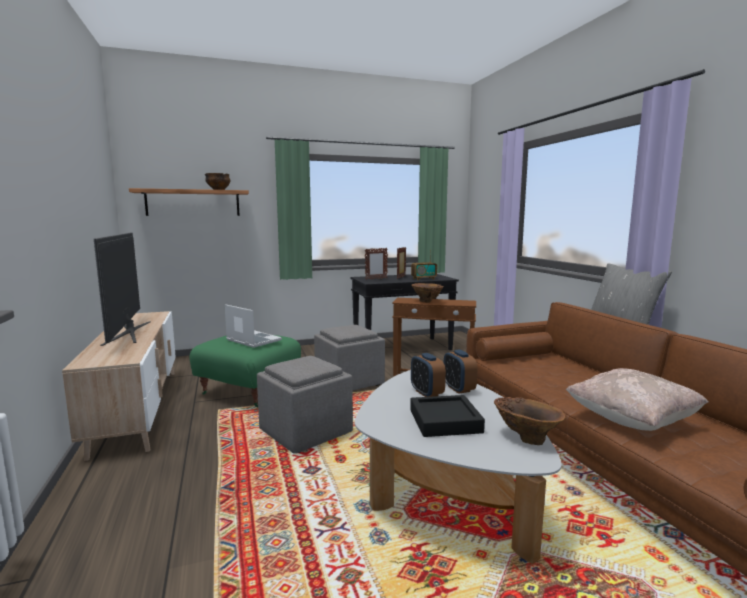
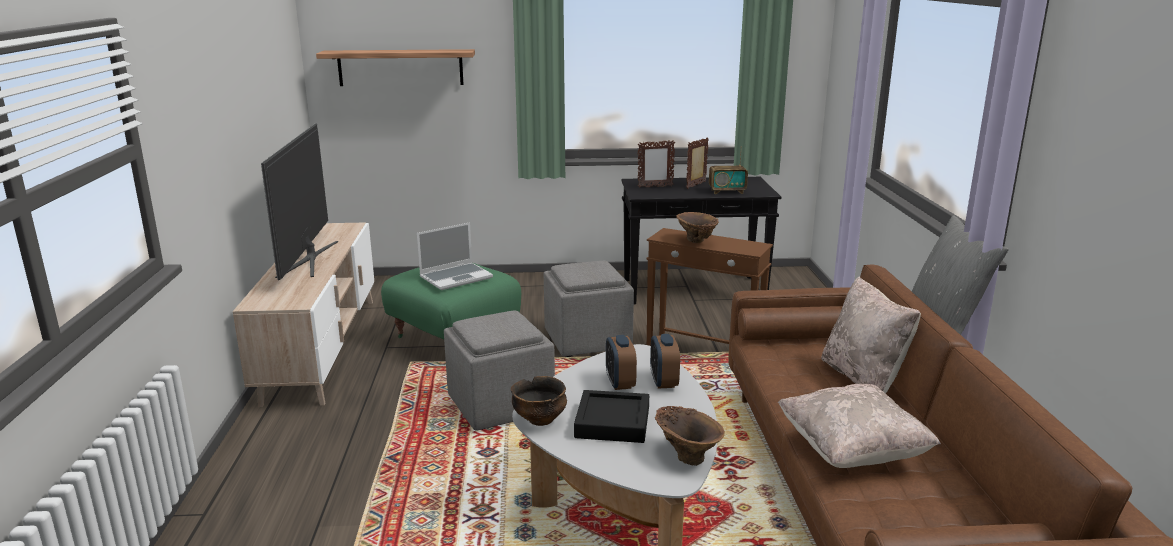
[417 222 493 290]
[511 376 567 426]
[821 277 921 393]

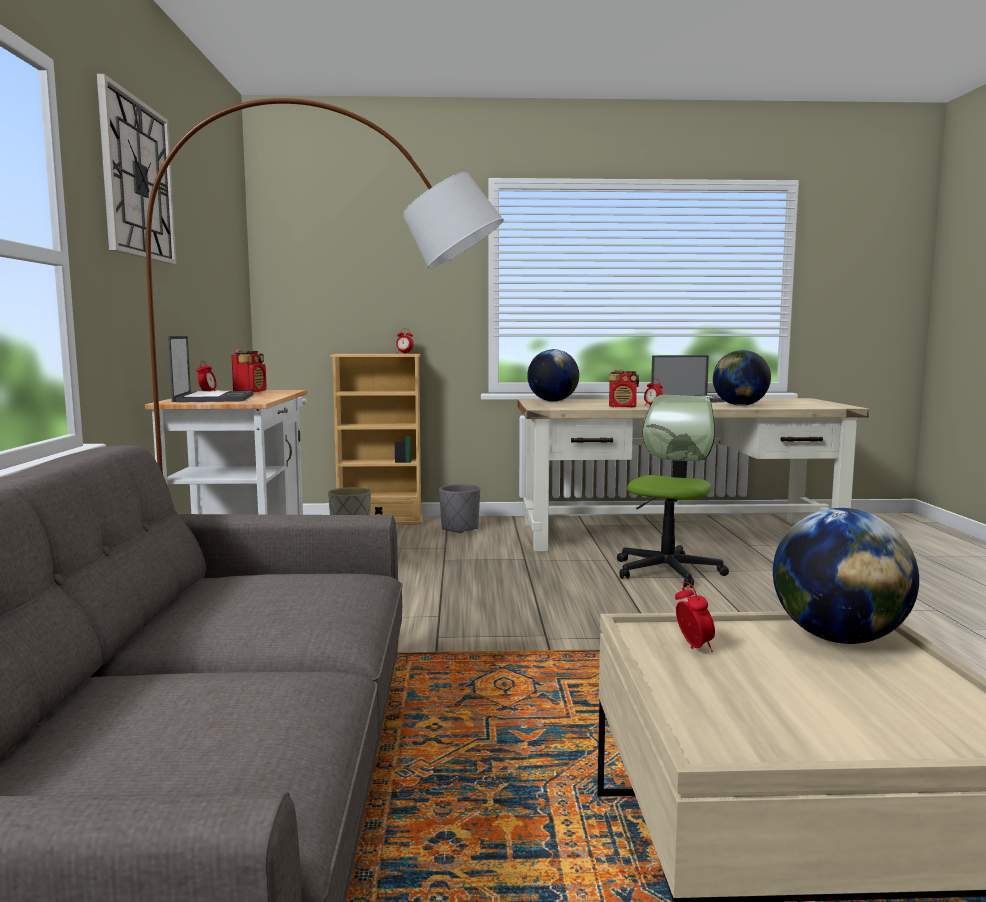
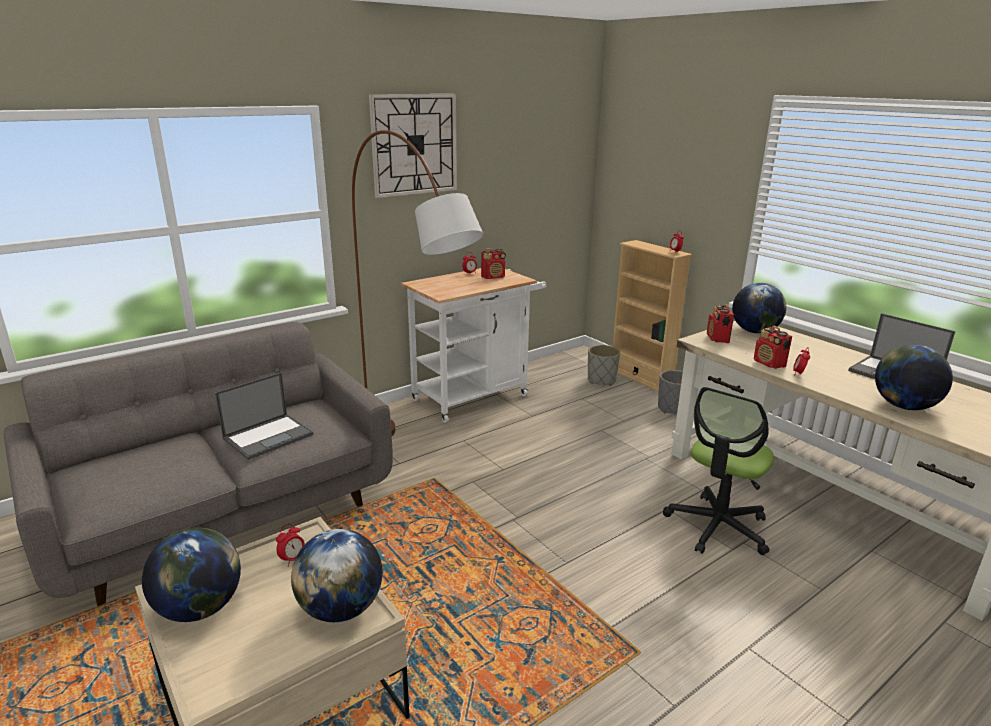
[142 528 241 622]
[215 373 313 460]
[663 387 774 555]
[707 304 734 343]

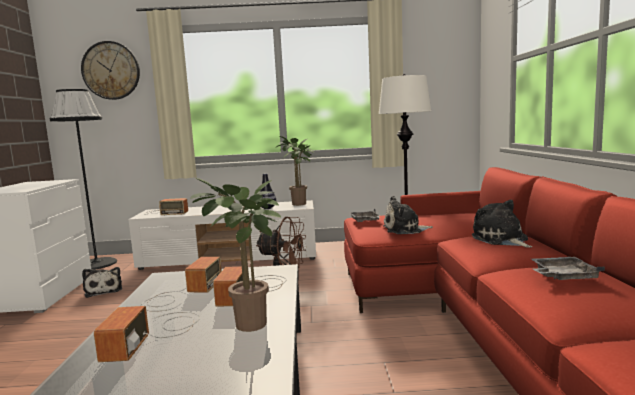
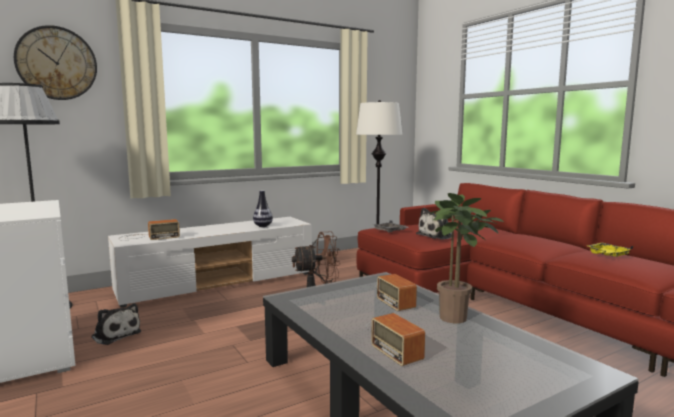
[587 243 633 257]
[141 257 222 312] (first image)
[277 136 315 206] (first image)
[472 200 532 248] (first image)

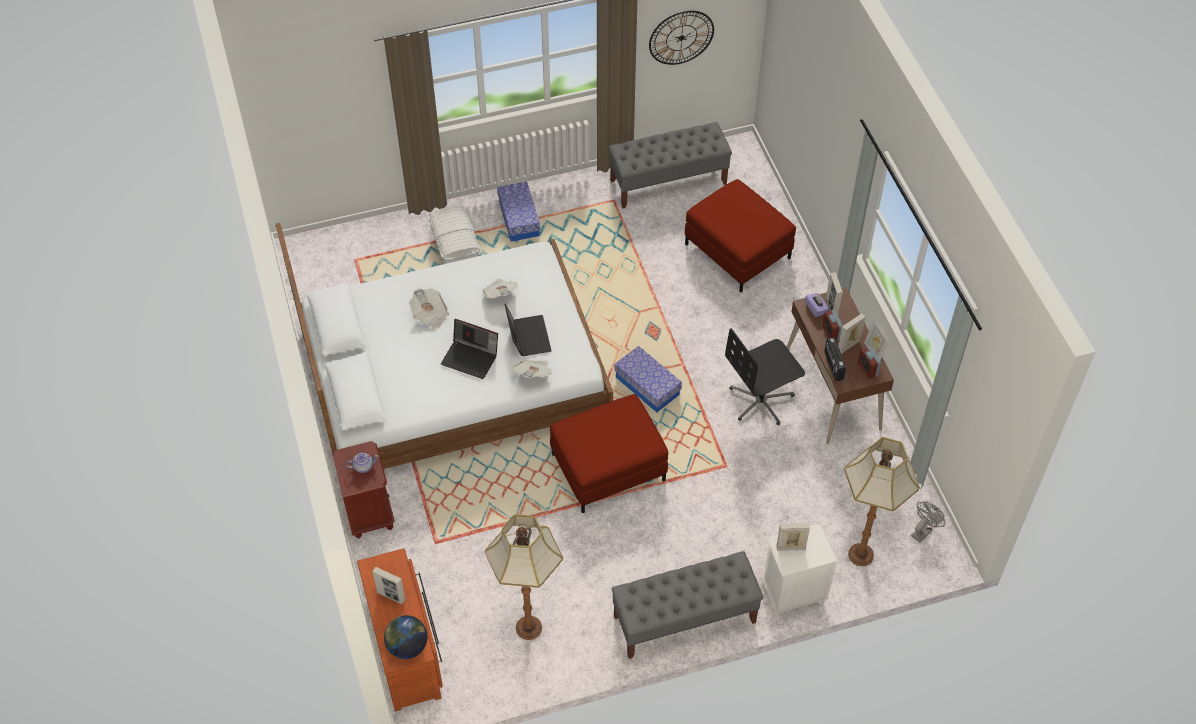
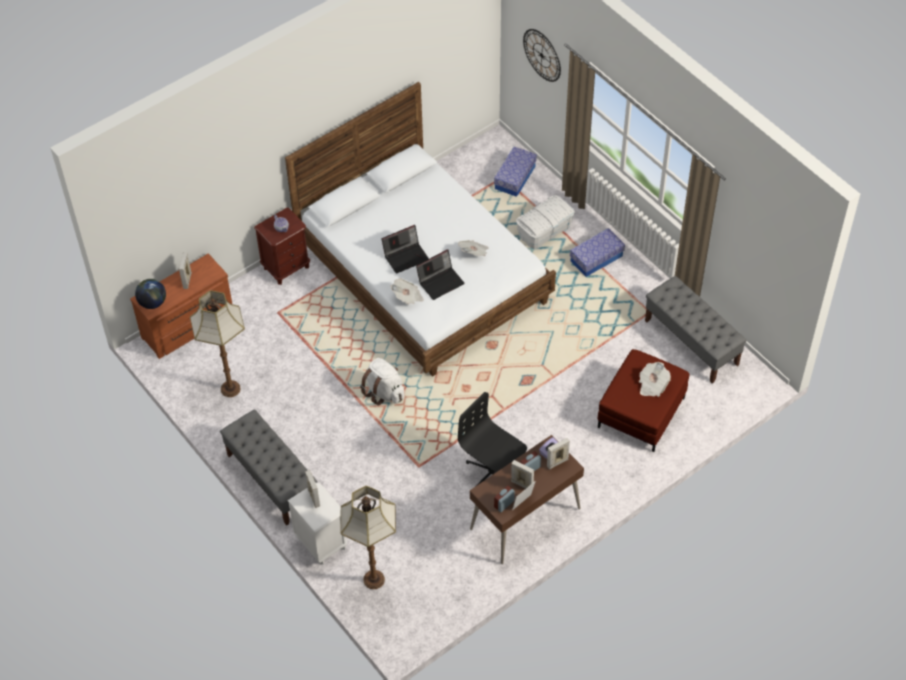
[360 358 405 406]
[382 225 429 273]
[494 147 537 197]
[523 29 561 82]
[639 362 671 397]
[824 337 846 381] (first image)
[911 502 945 543] (first image)

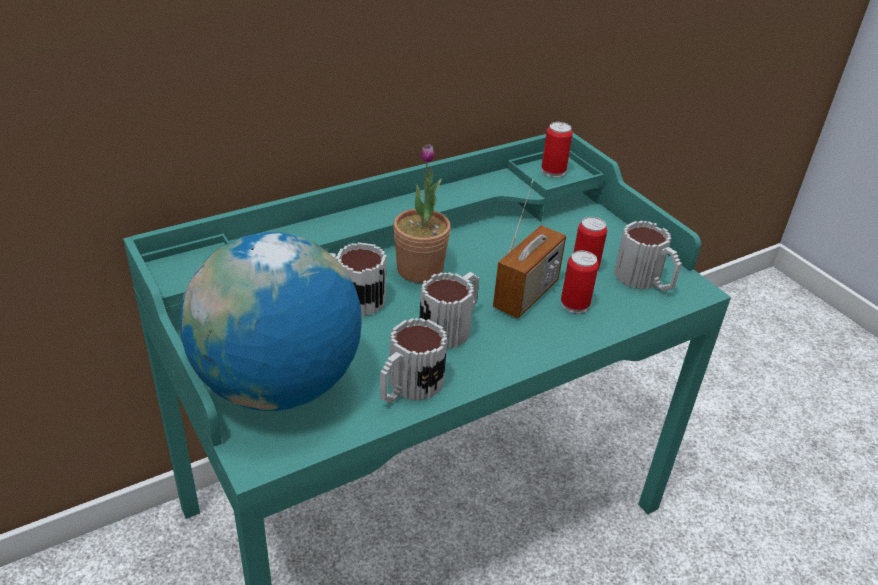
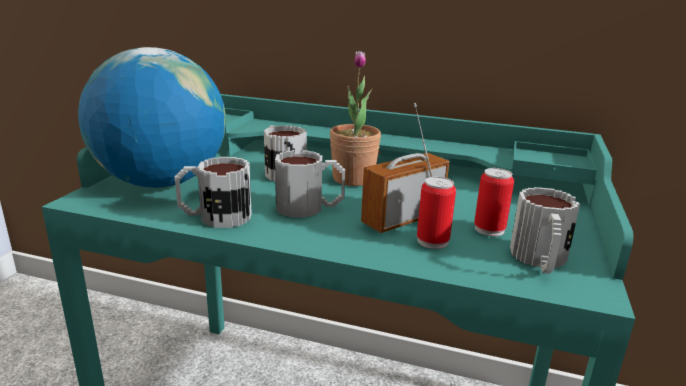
[361 103 449 233]
[541 122 573 178] (first image)

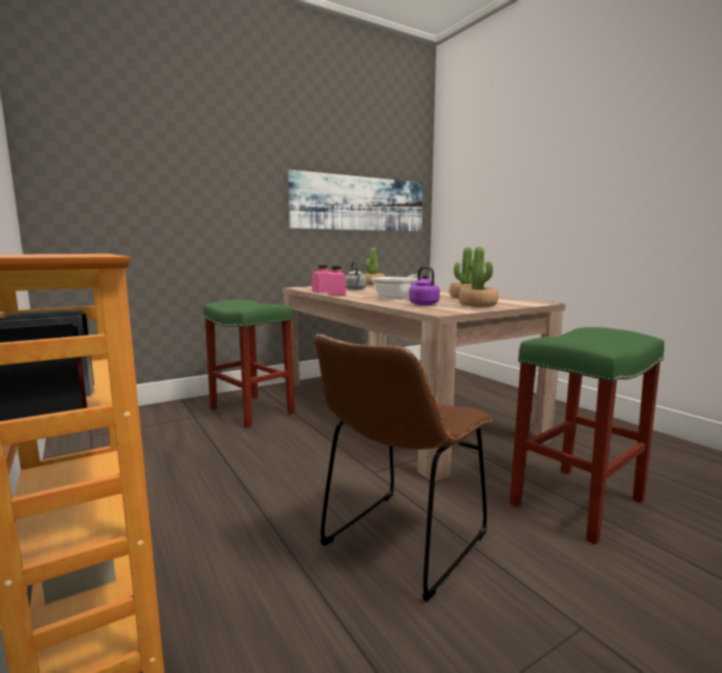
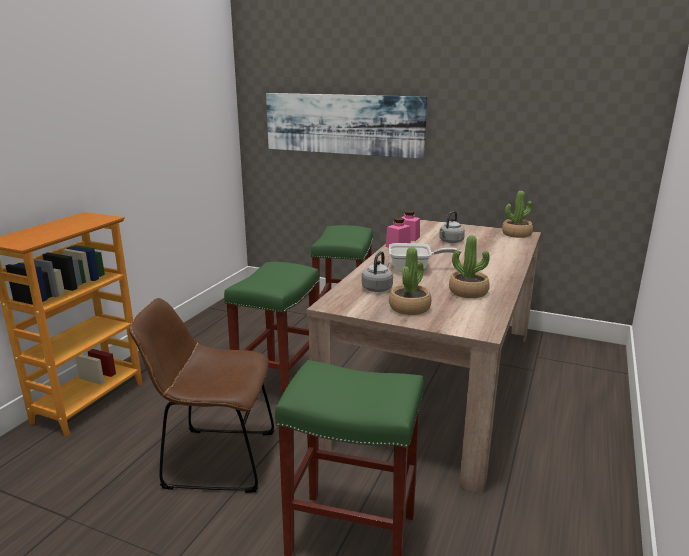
[224 262 319 395]
[266 93 427 159]
[362 251 393 292]

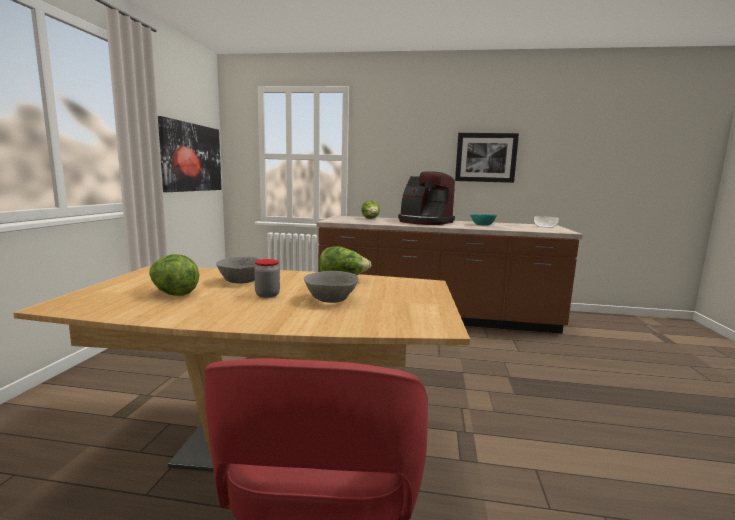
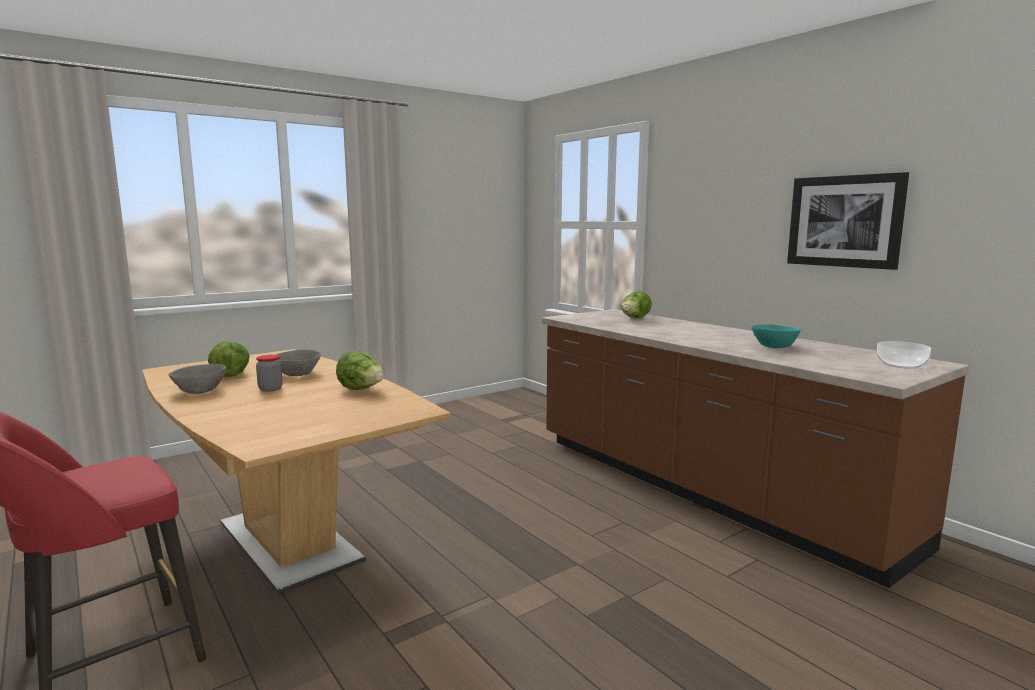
[169 364 226 394]
[158 116 222 192] (first image)
[398 171 455 225] (first image)

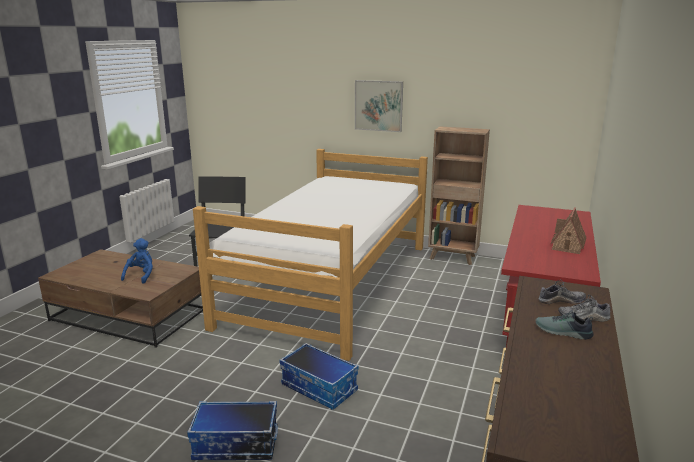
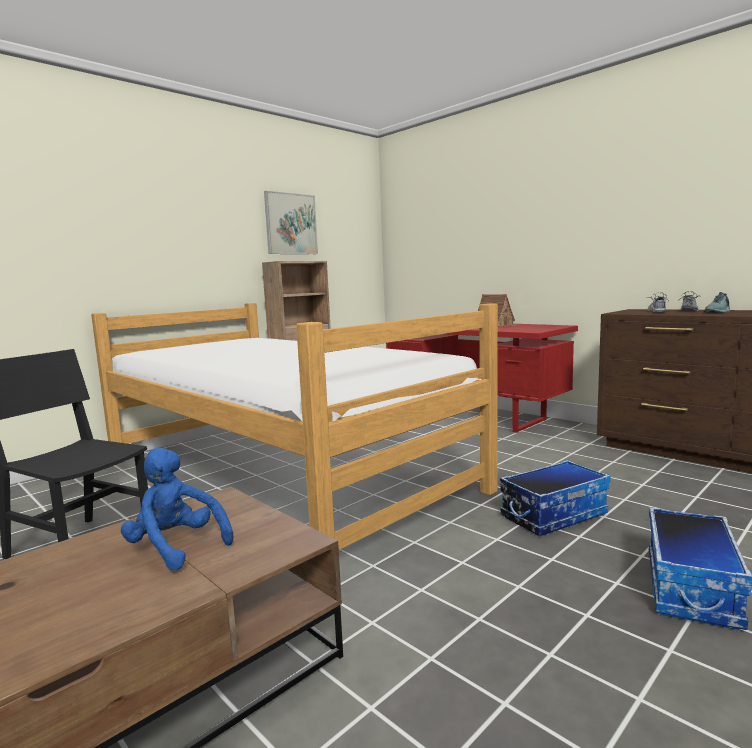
[264 191 318 254]

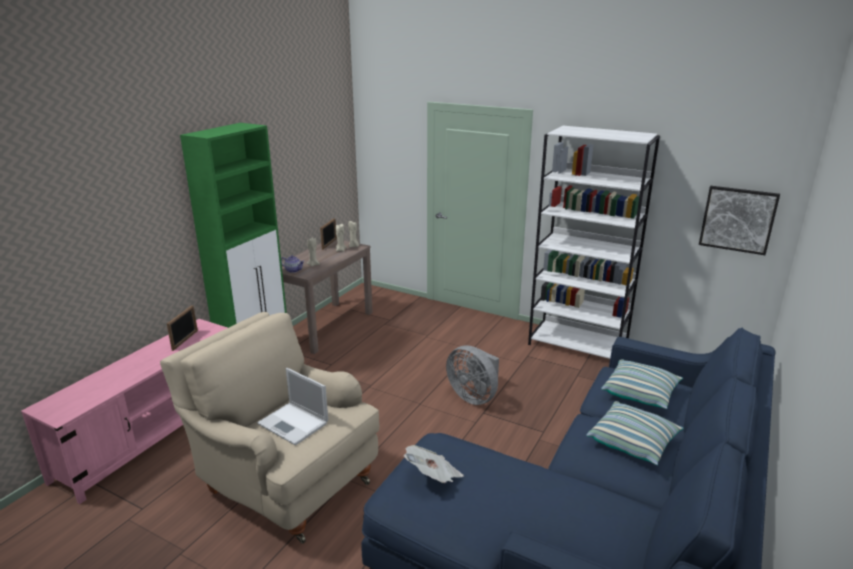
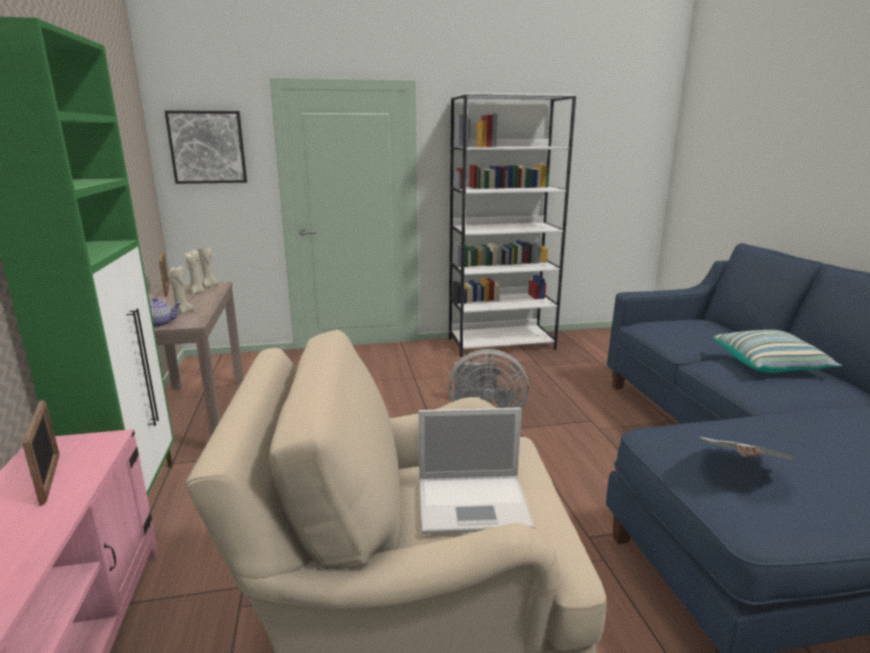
[165 110 247 184]
[601 359 683 409] (first image)

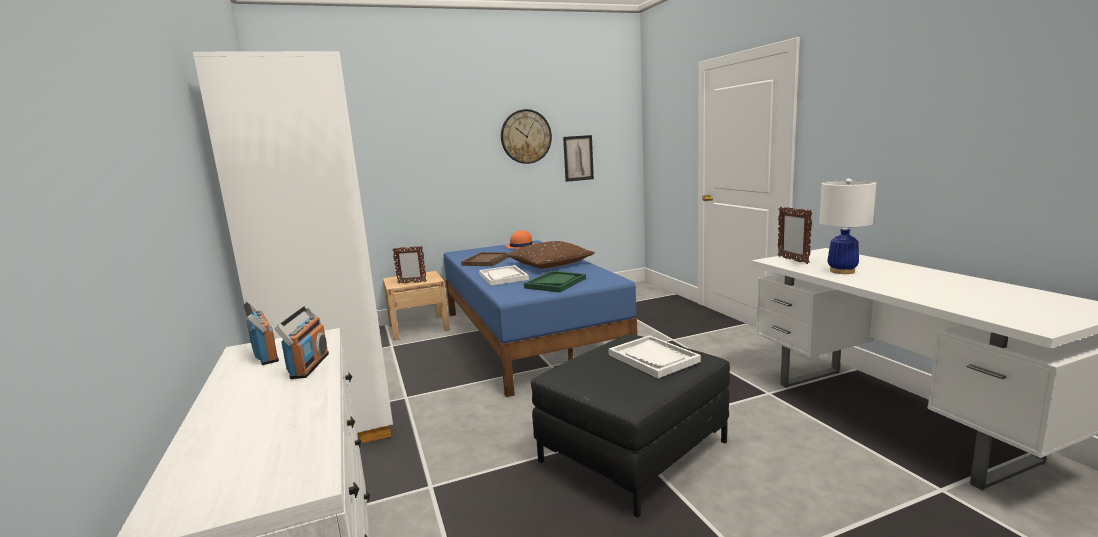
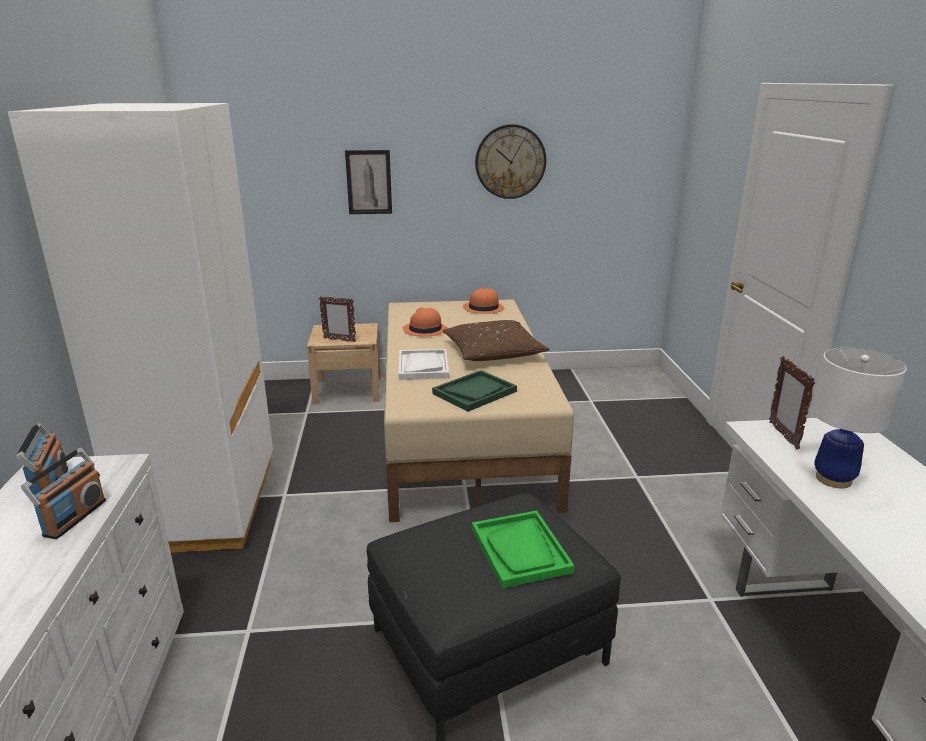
[345 150 392 214]
[384 299 574 522]
[403 307 448 336]
[472 511 575 589]

